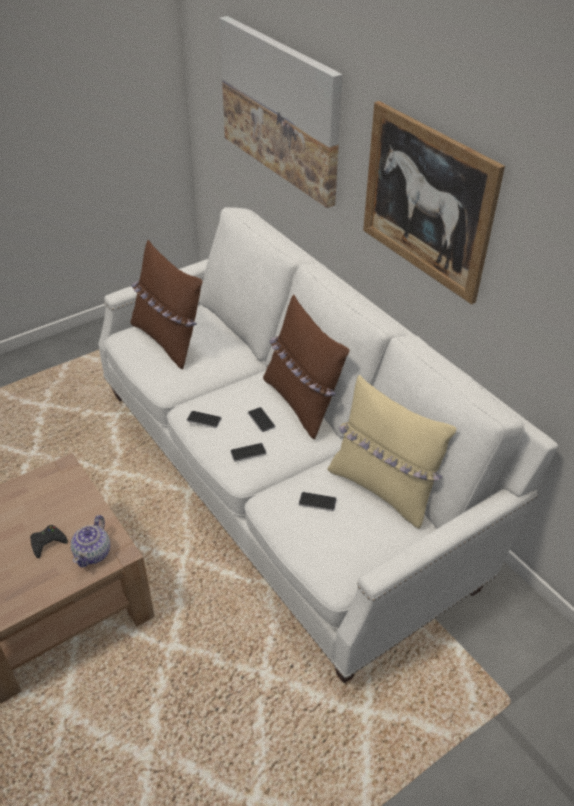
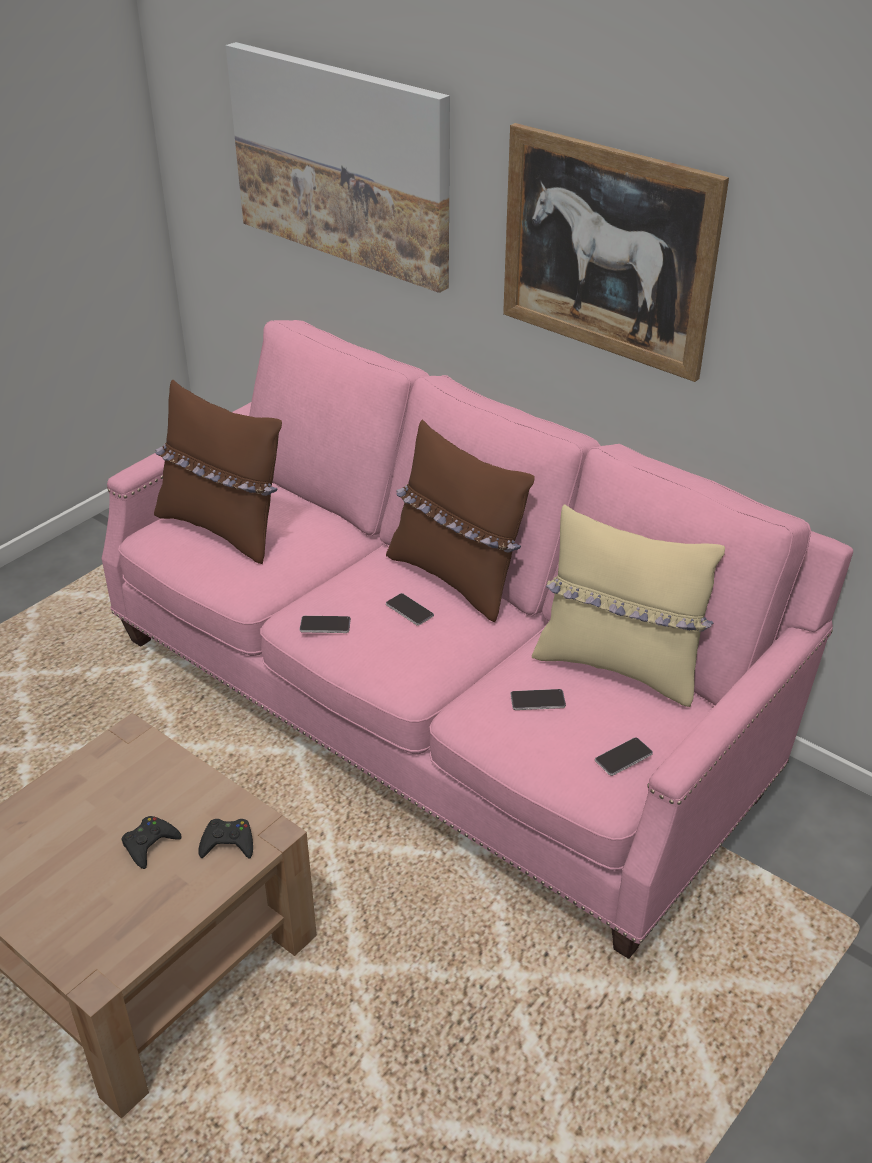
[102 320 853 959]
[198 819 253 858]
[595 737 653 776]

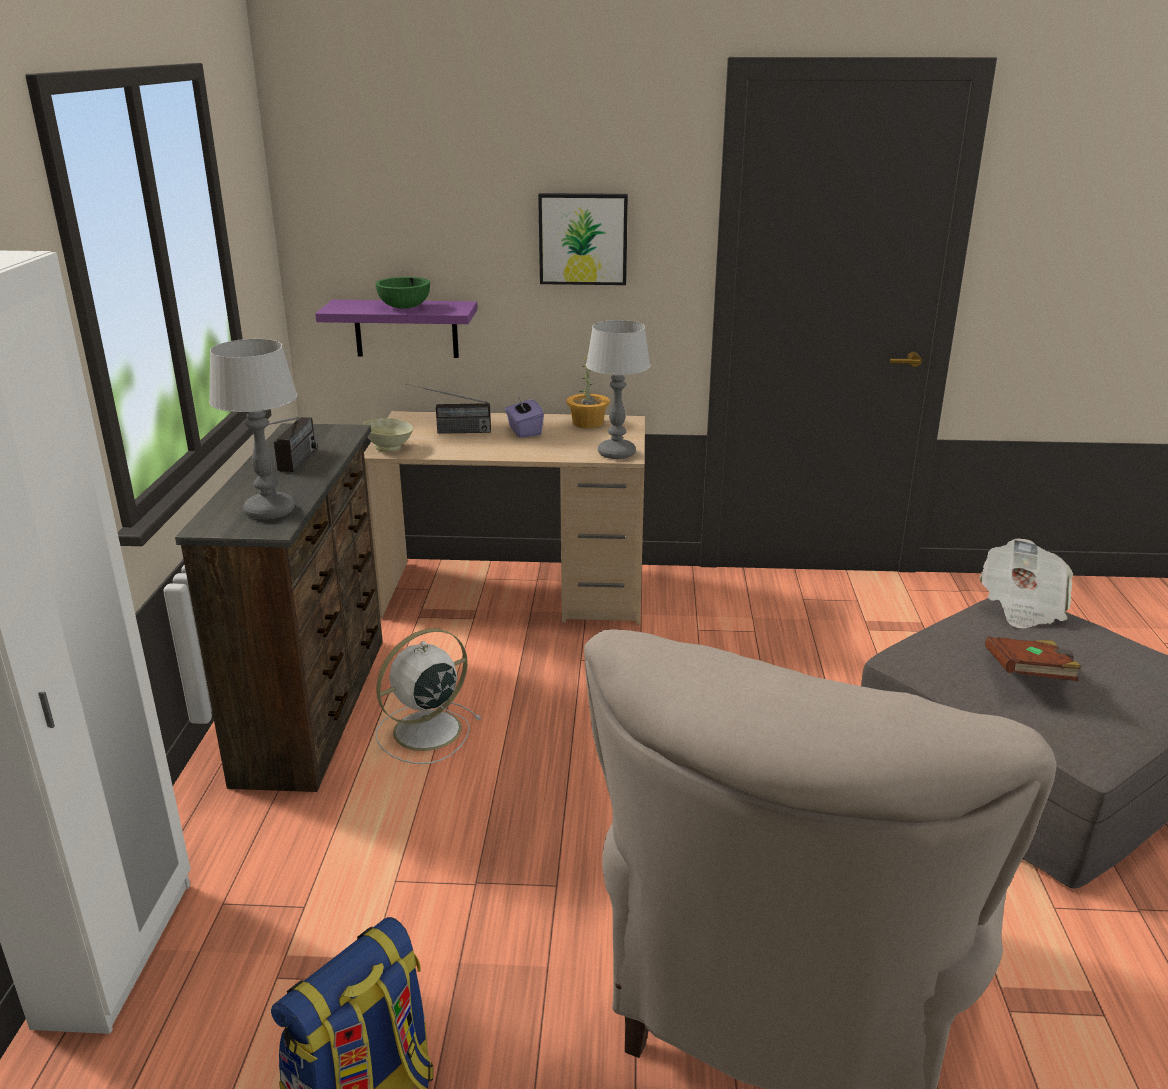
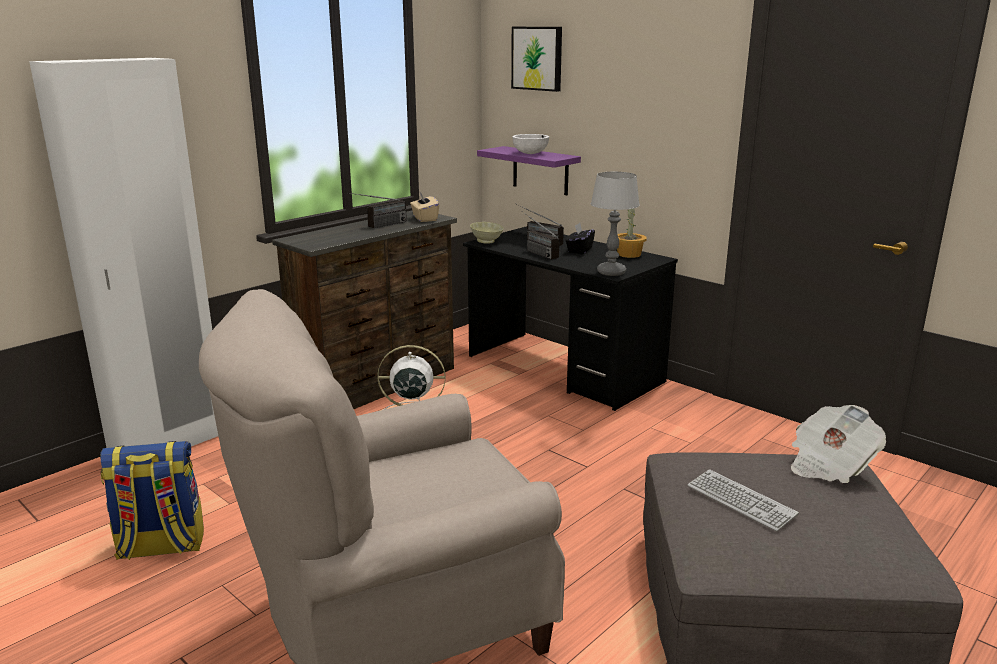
[410 191 439 222]
[463 226 678 411]
[511 27 562 92]
[512 134 549 154]
[522 211 559 259]
[566 223 595 254]
[688 469 799 531]
[209 339 297 520] (first image)

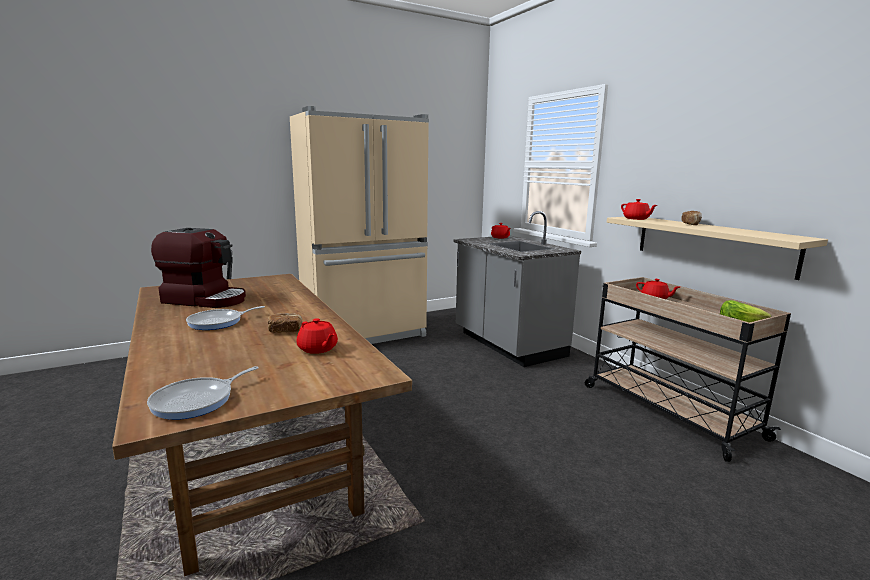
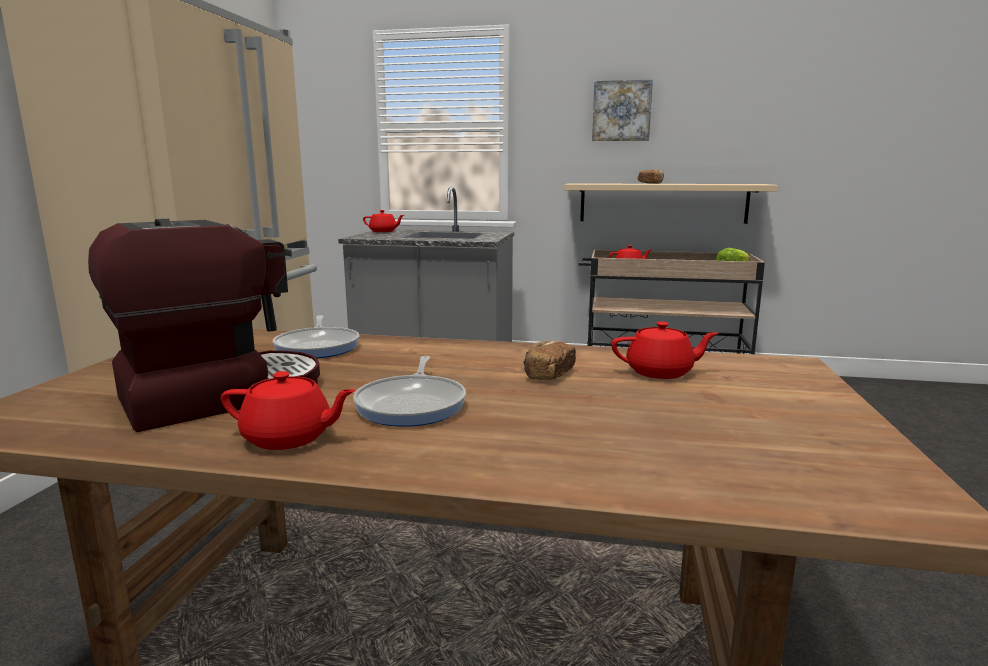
[221 371 356 450]
[273 315 360 358]
[592 79 653 141]

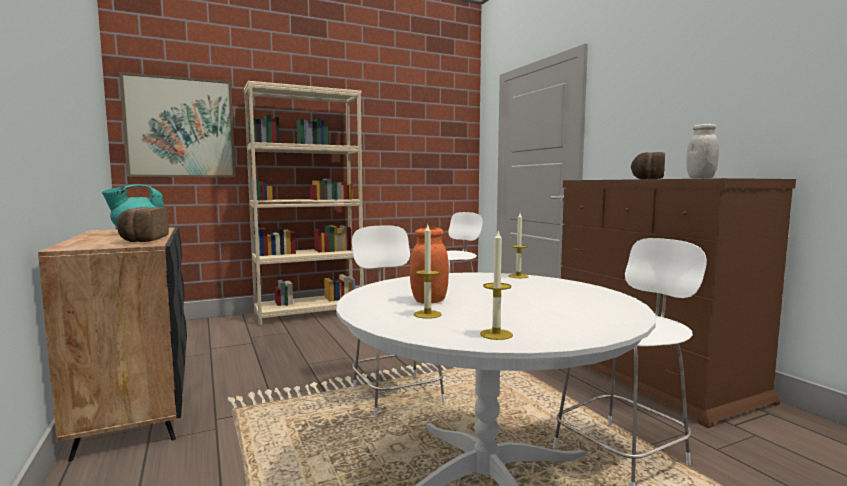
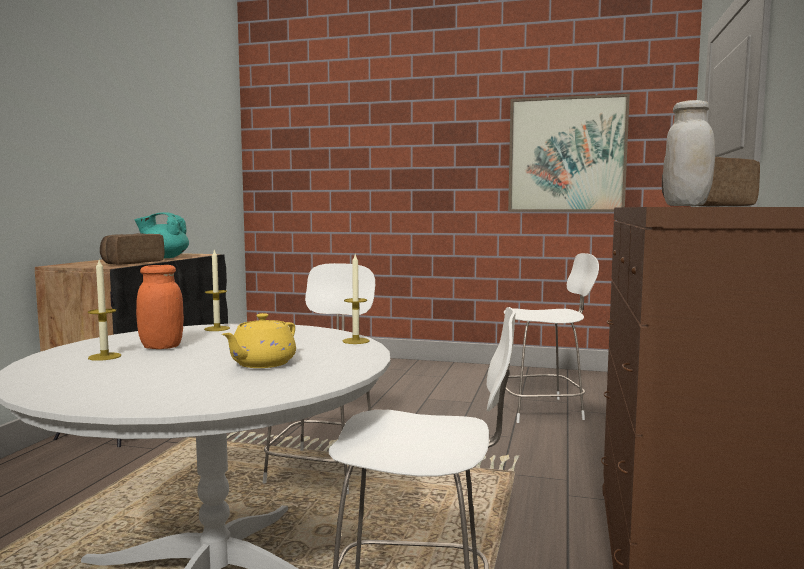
[204 250 230 331]
[222 313 296 368]
[508 94 630 212]
[244 81 364 325] (first image)

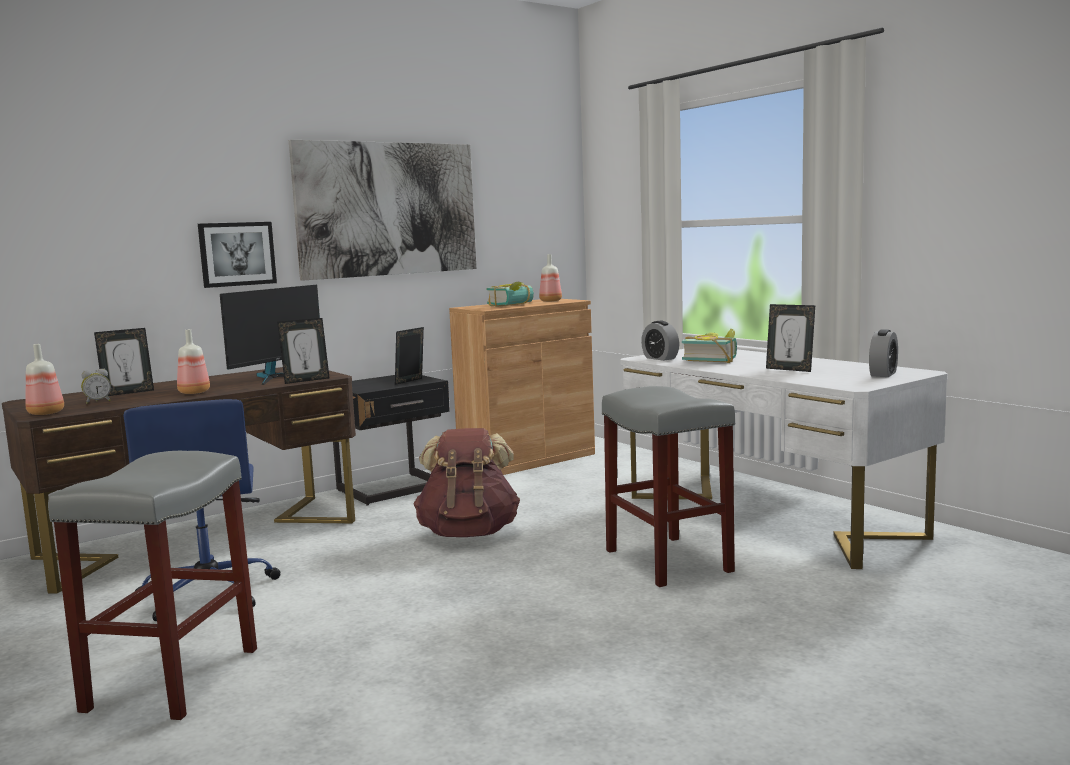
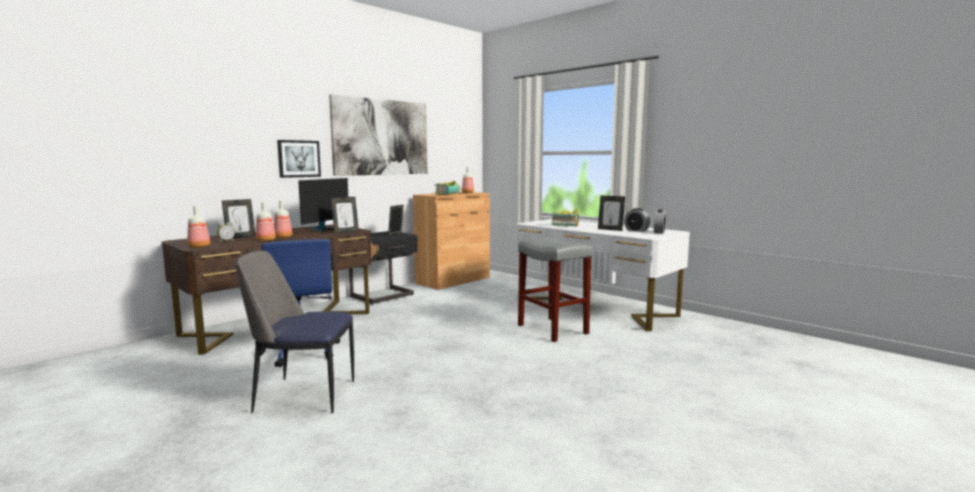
[236 251 354 413]
[255 202 276 241]
[624 208 650 232]
[414 428 520 537] (first image)

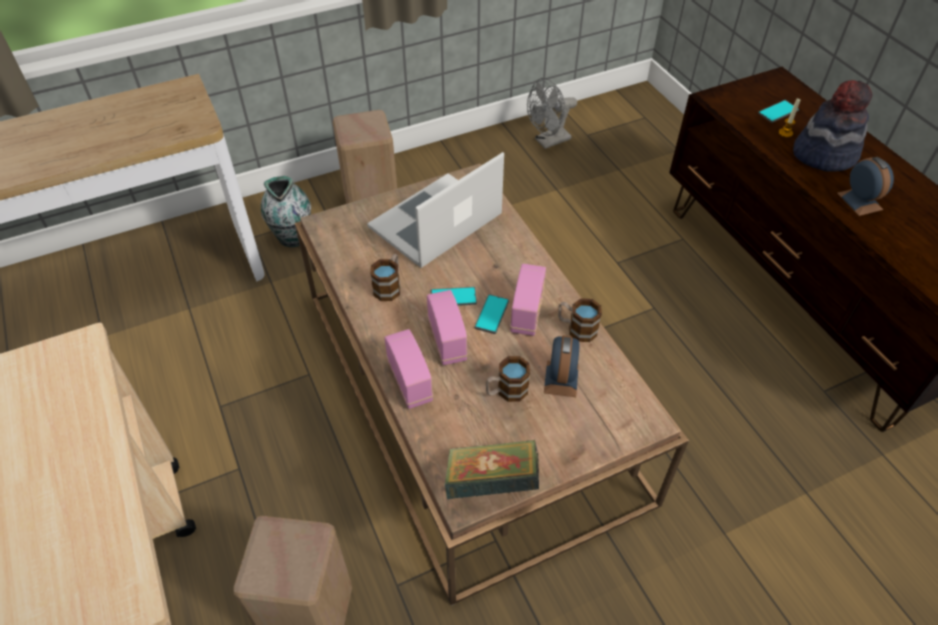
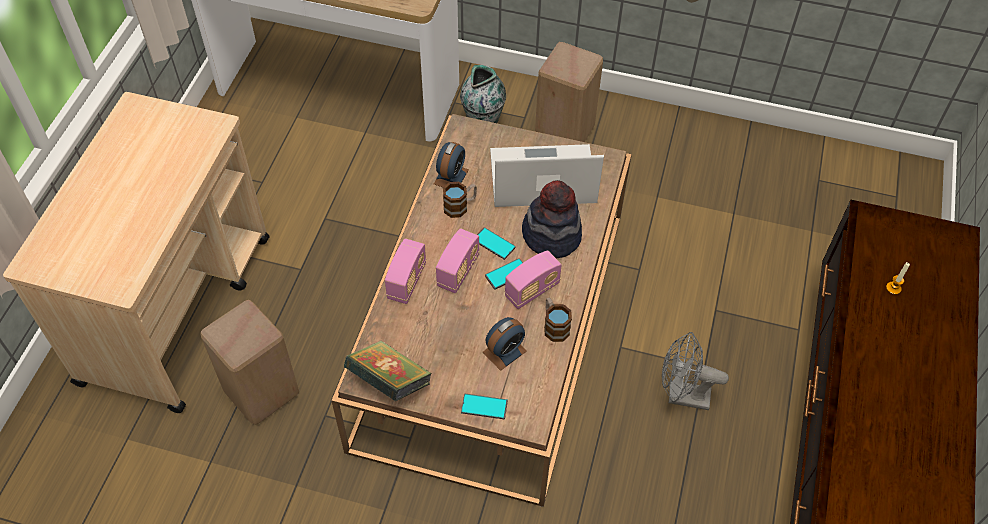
[434 142 469 187]
[461 394 508 419]
[522 180 582 258]
[662 332 729 410]
[485 356 530 402] (first image)

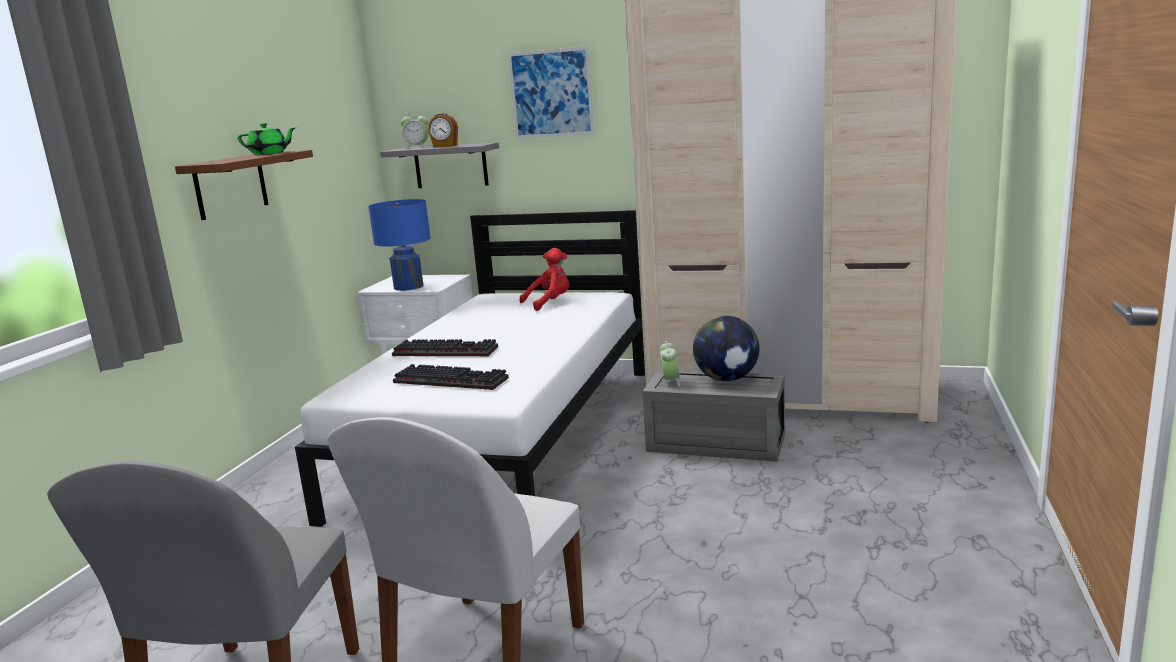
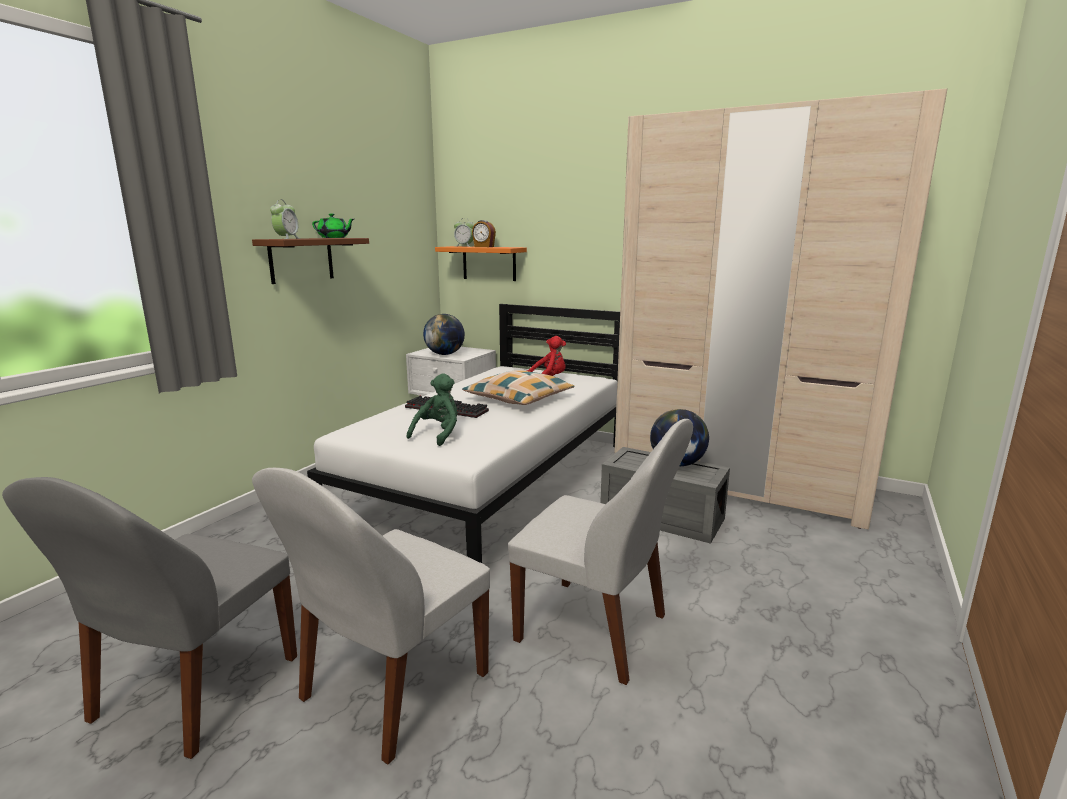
[270 199 301 239]
[407 373 458 446]
[423 314 465 355]
[435 246 527 281]
[462 370 574 405]
[508 419 693 685]
[508 46 594 139] (first image)

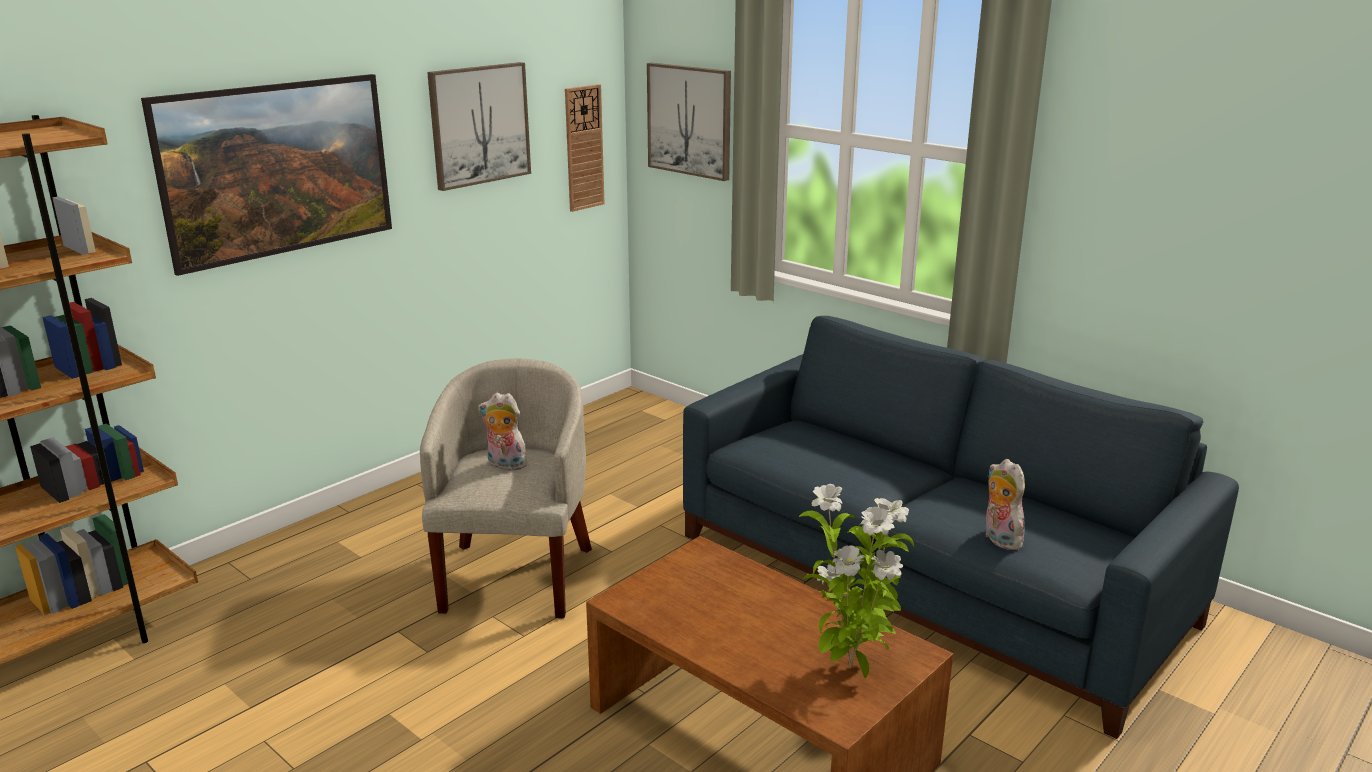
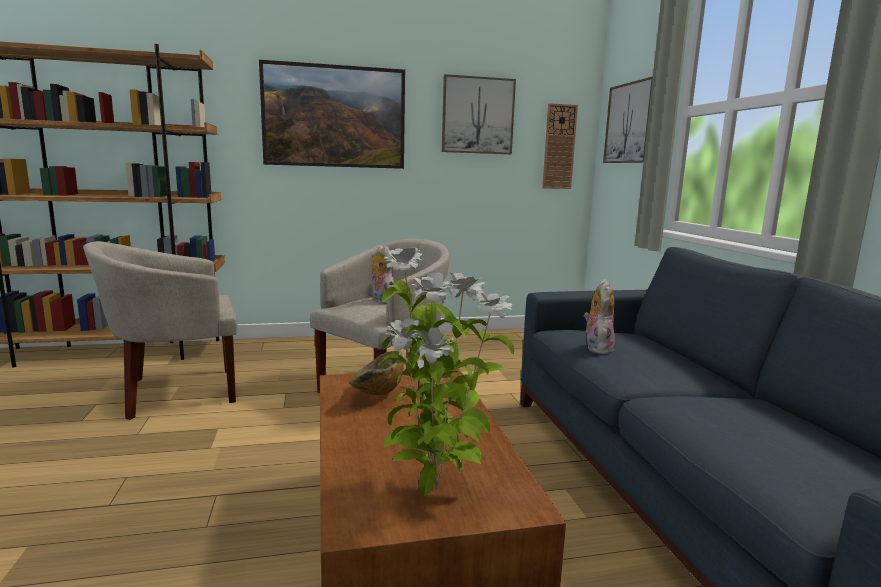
[83 241 238 420]
[349 350 404 395]
[584 279 615 354]

